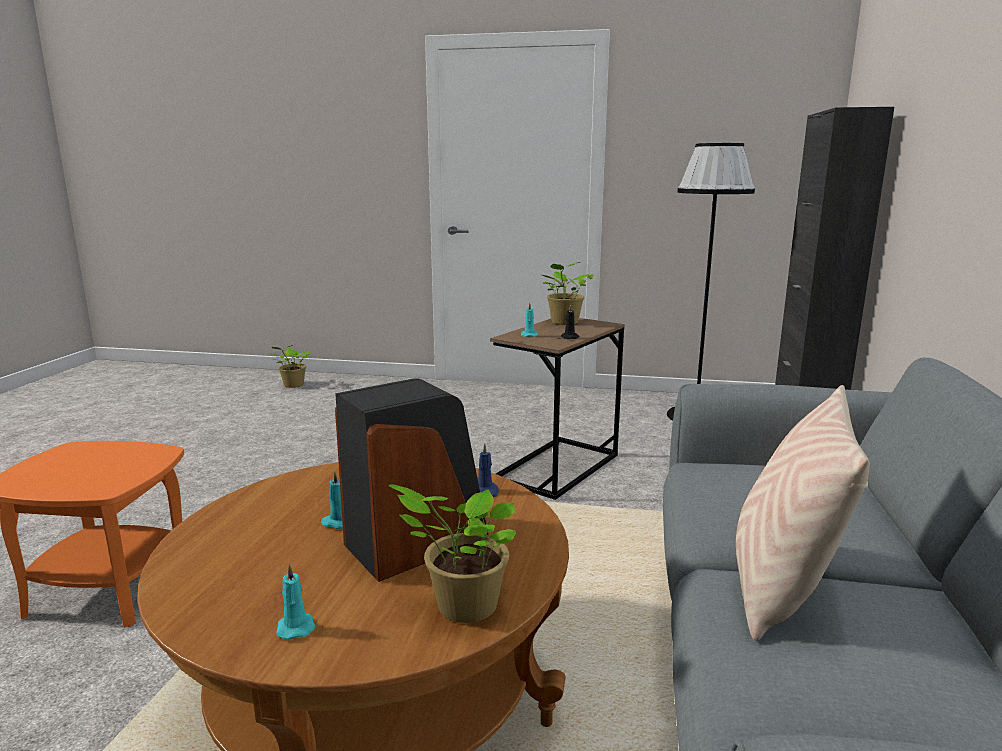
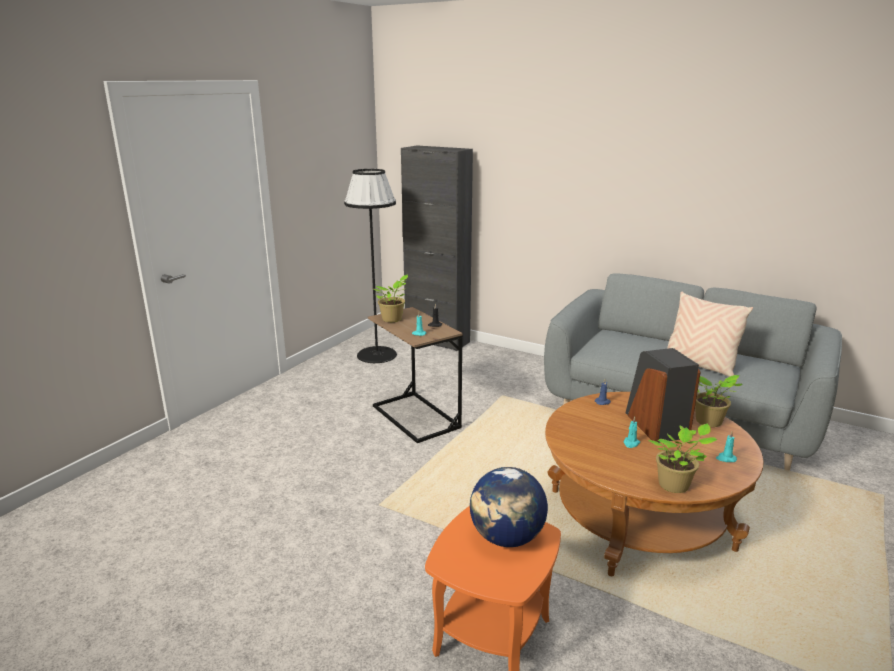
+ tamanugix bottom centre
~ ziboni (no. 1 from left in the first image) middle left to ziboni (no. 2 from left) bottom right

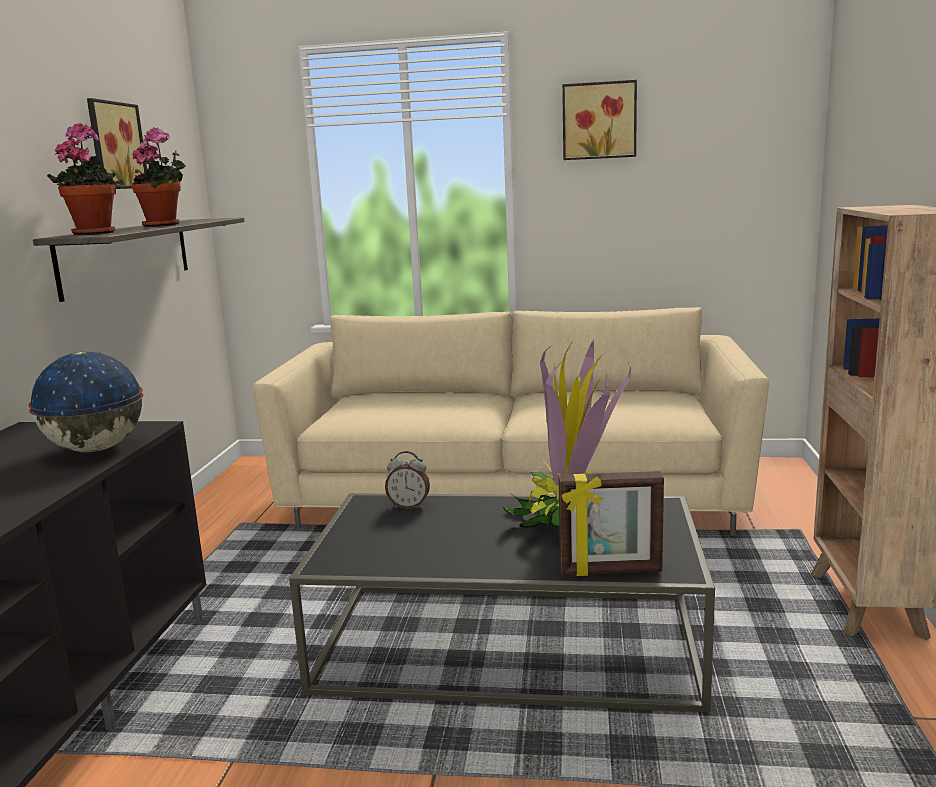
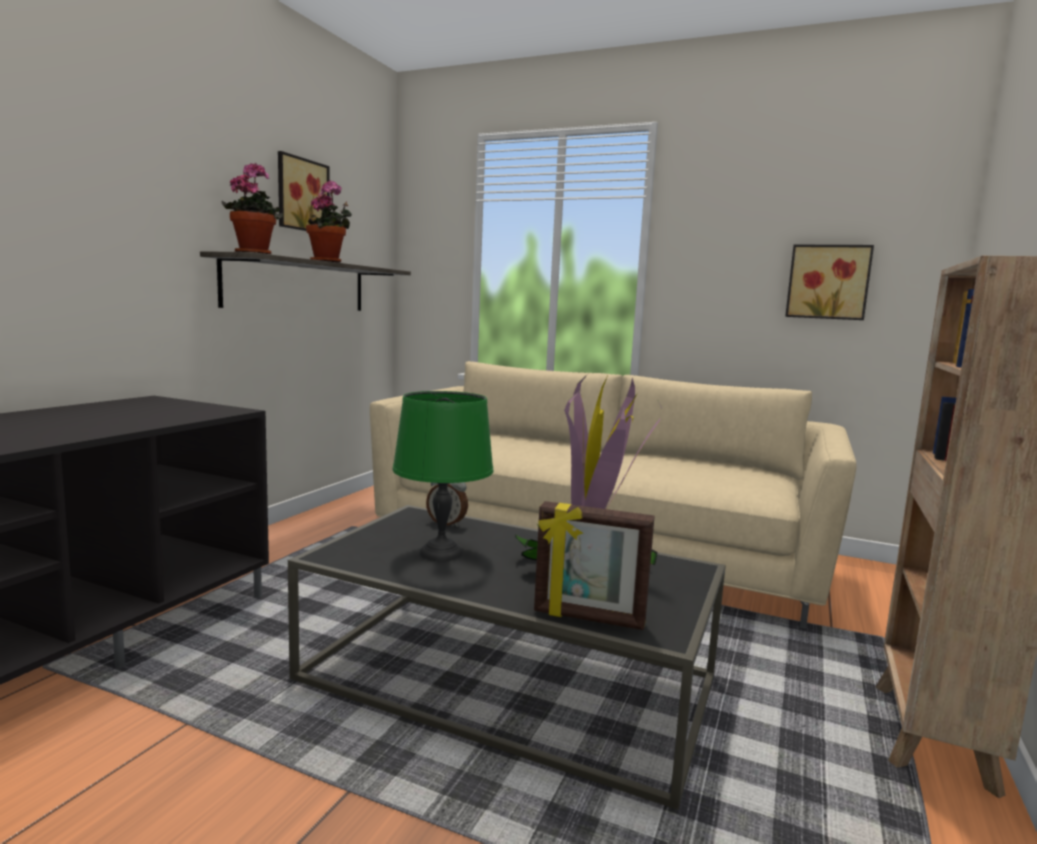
+ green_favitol centre
~ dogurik (no. 2 from left) top centre to middle right
- tamanugix middle left

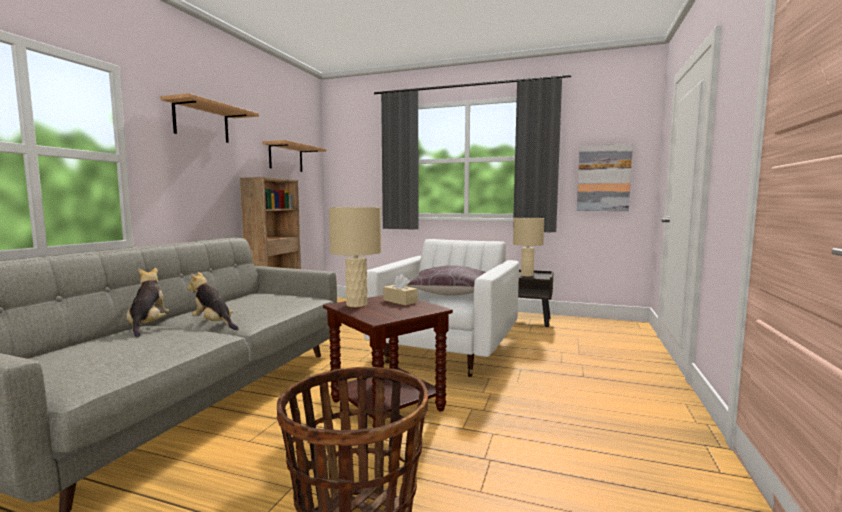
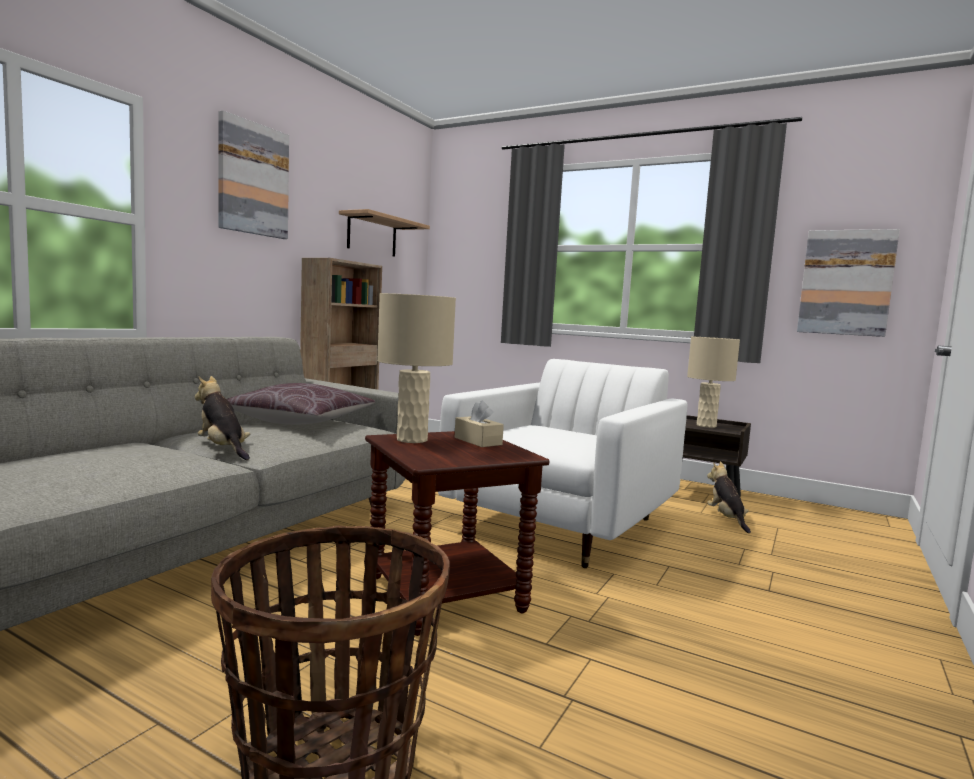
~ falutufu (no. 1 from left) top left to dogurik (no. 1 from left) top left
~ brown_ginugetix centre to middle left
~ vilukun (no. 1 from left in the first image) middle left to vilukun (no. 2 from left) middle right

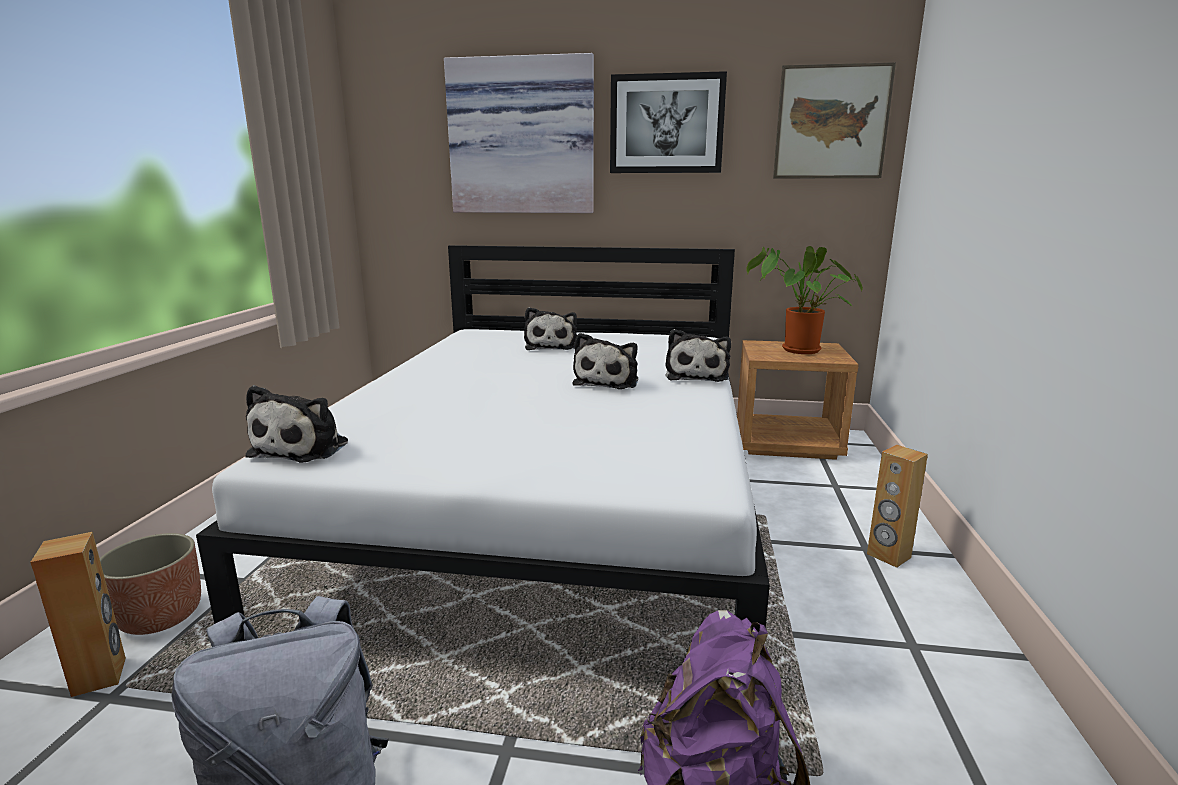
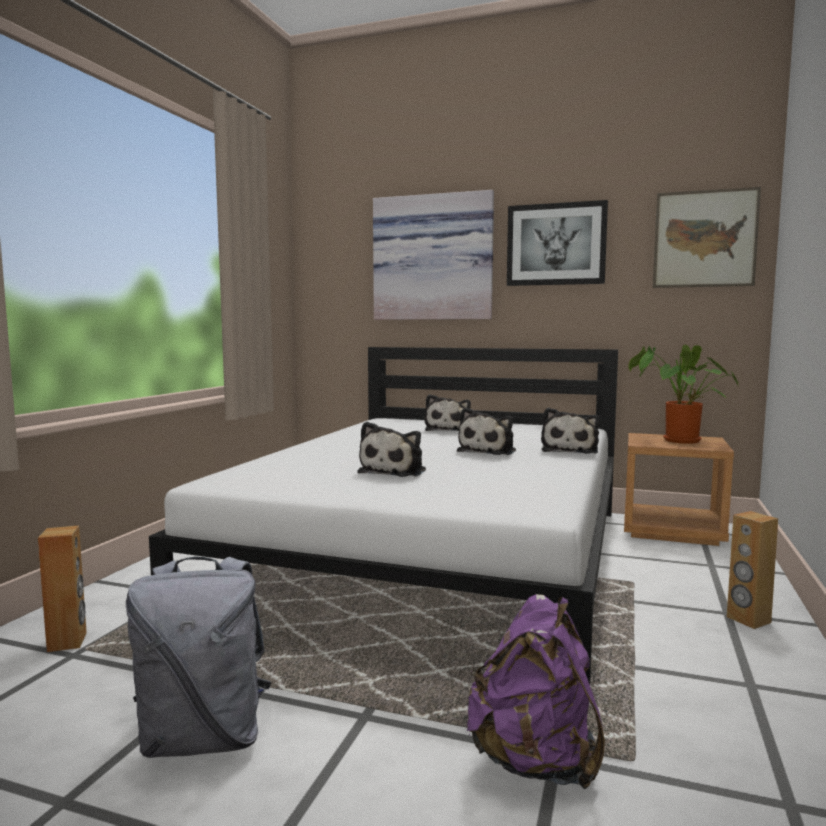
~ vilukun (no. 1 from left) middle left to centre
- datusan bottom left

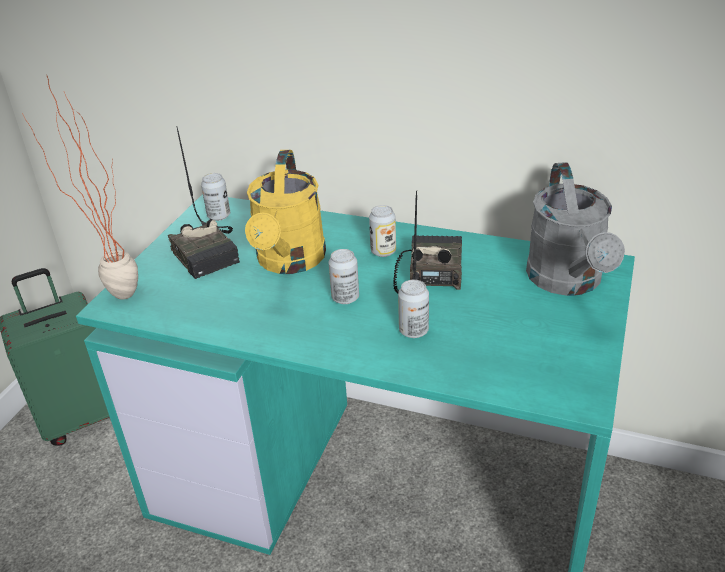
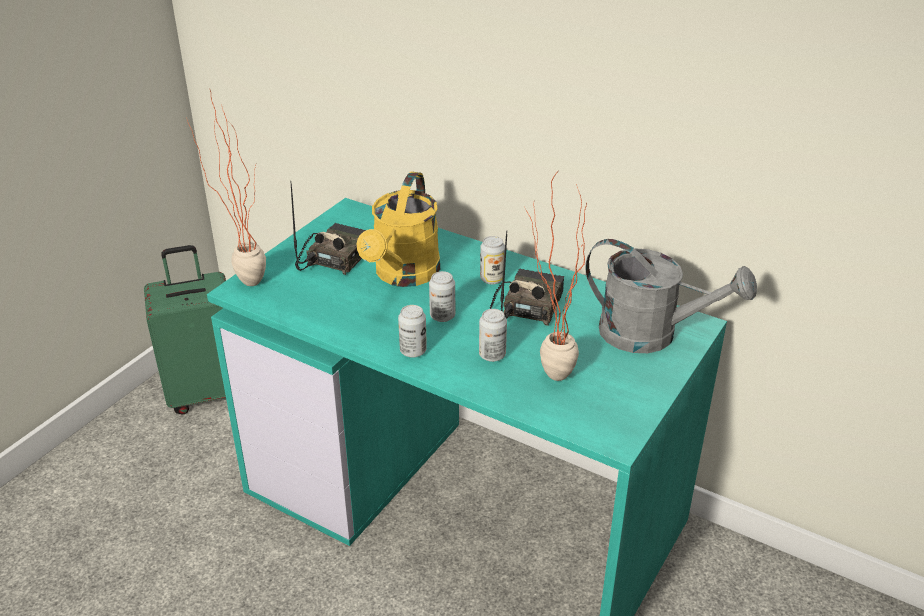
~ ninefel (no. 1 from left) middle left = centre 135 degrees counterclockwise
~ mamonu (no. 1 from left) middle left to centre
+ ziboni (no. 2 from left) centre
~ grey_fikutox middle right = middle right 75 degrees counterclockwise

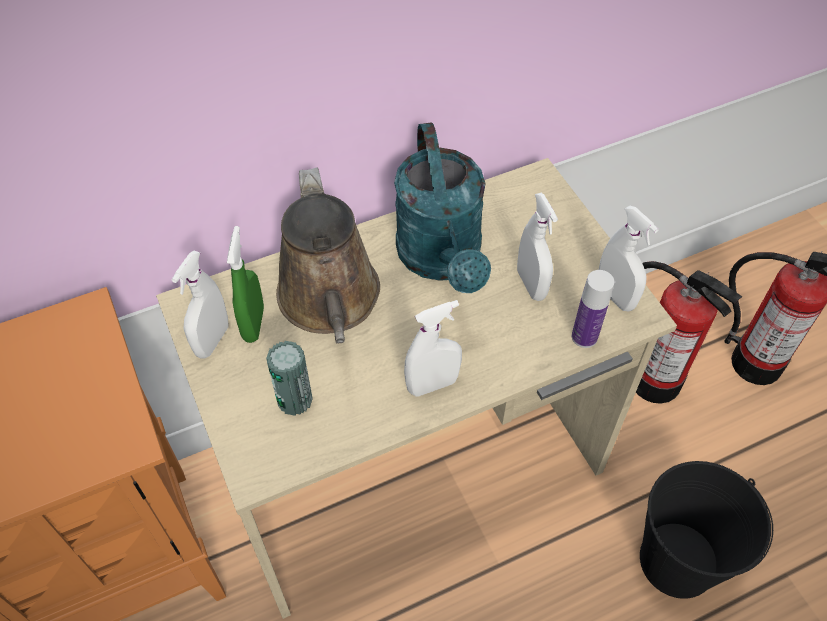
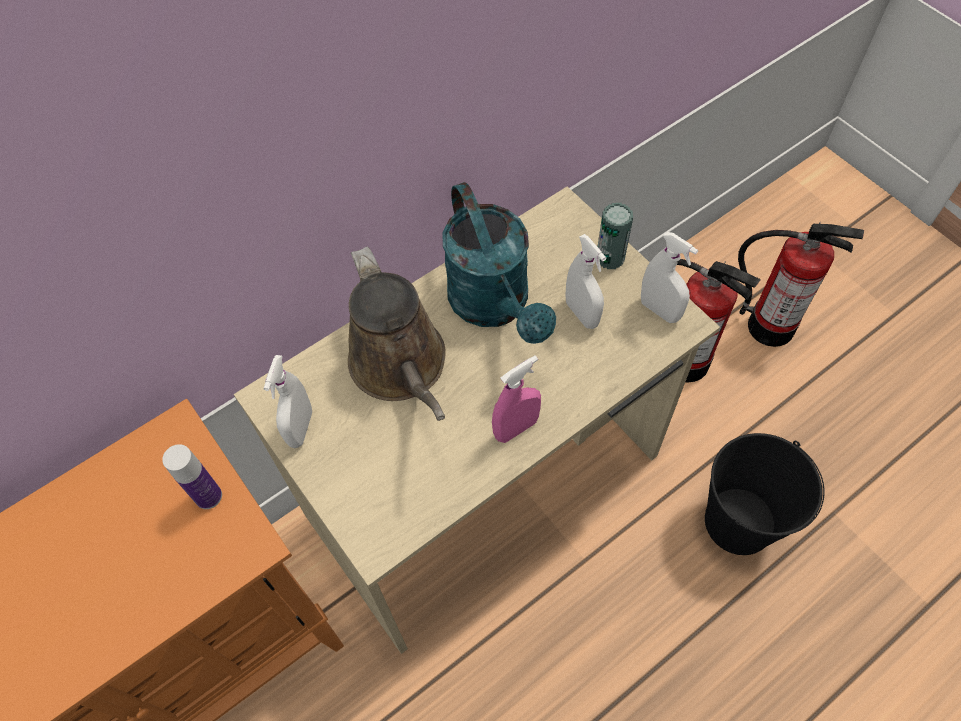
~ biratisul middle right to middle left
~ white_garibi (no. 2 from left) centre to pink_garibi centre
~ mamonu centre to top centre
- green_garibi middle left

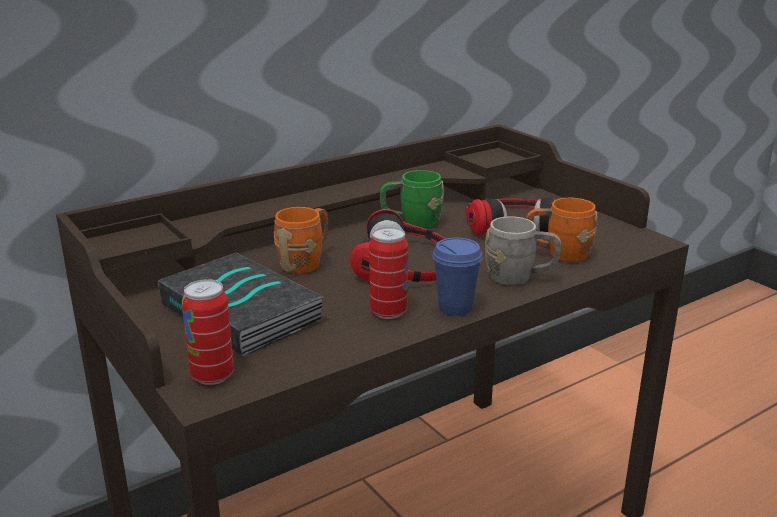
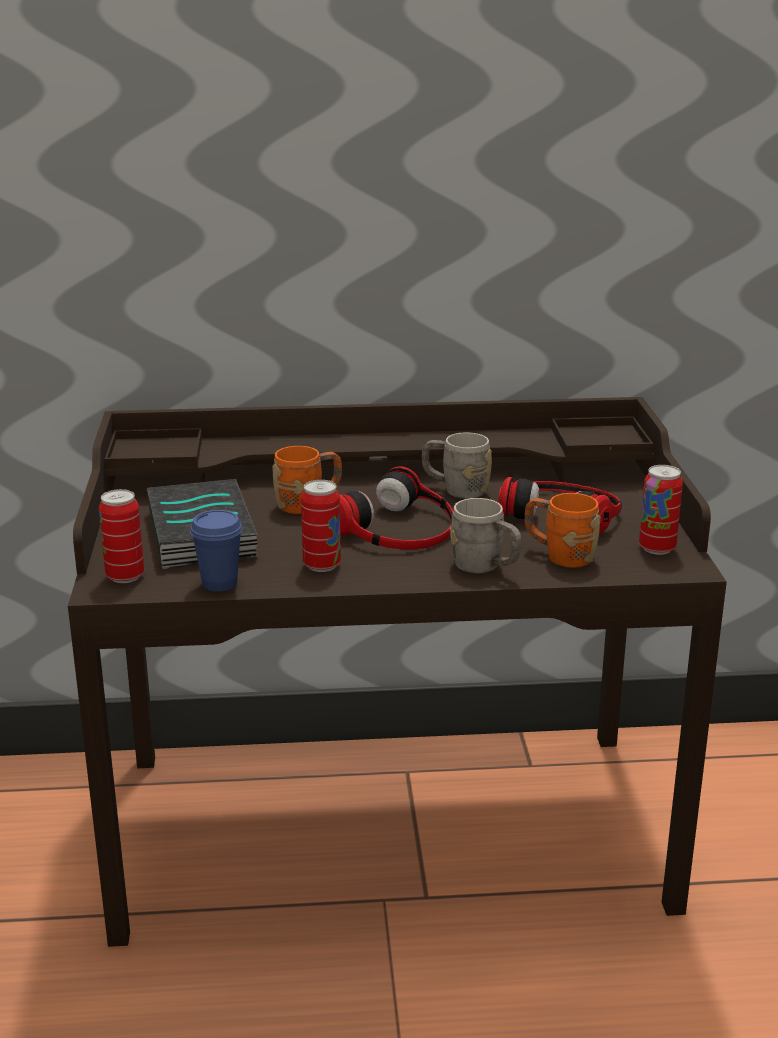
~ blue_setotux centre to middle left
~ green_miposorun centre to grey_miposorun (no. 1 from left) centre
+ mamonu (no. 3 from left) middle right

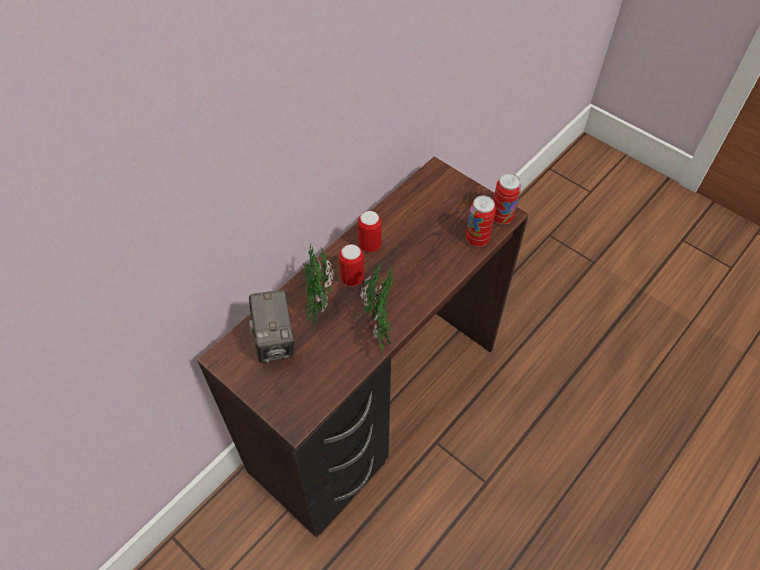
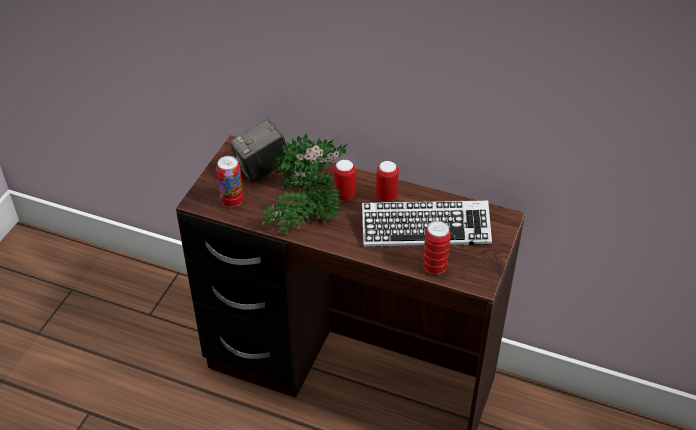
~ mamonu (no. 4 from left in the first image) middle right to mamonu (no. 1 from left) middle left
+ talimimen centre

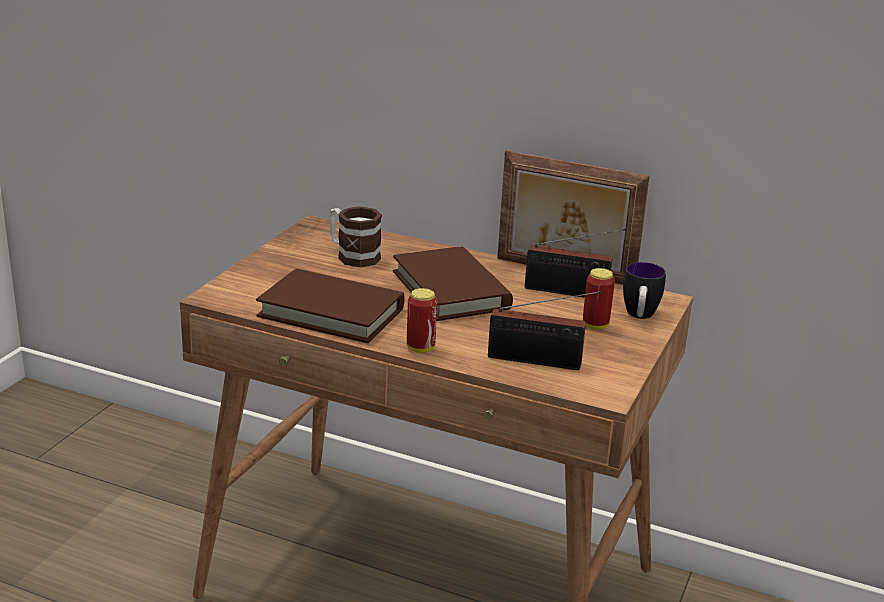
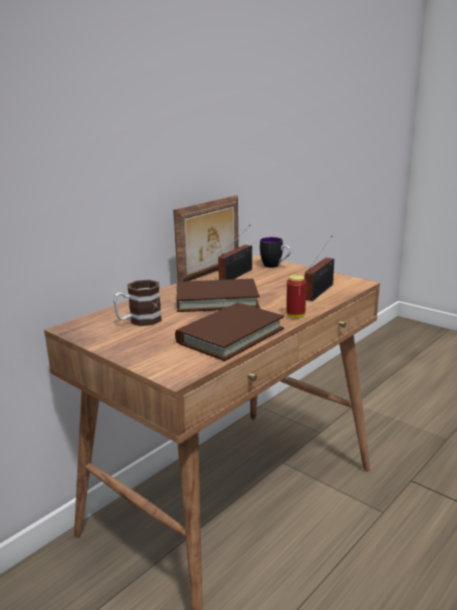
- mamonu (no. 2 from left) middle right

